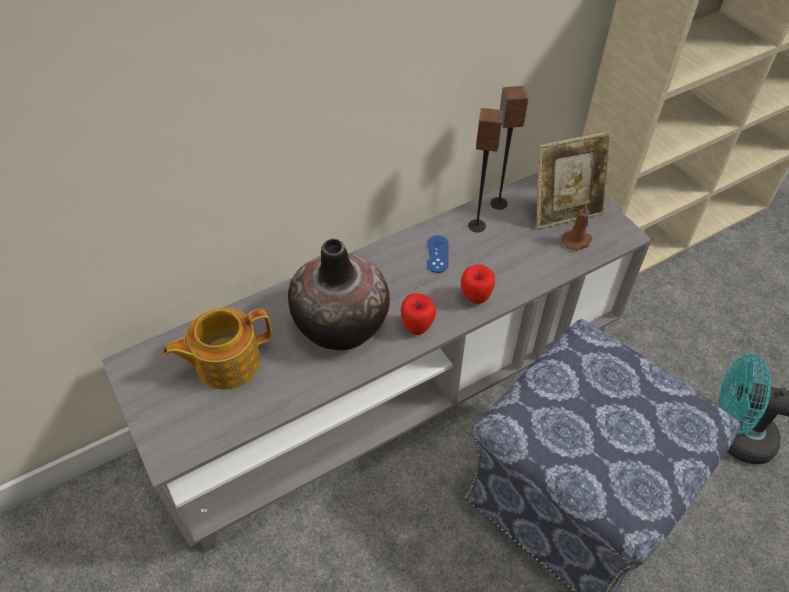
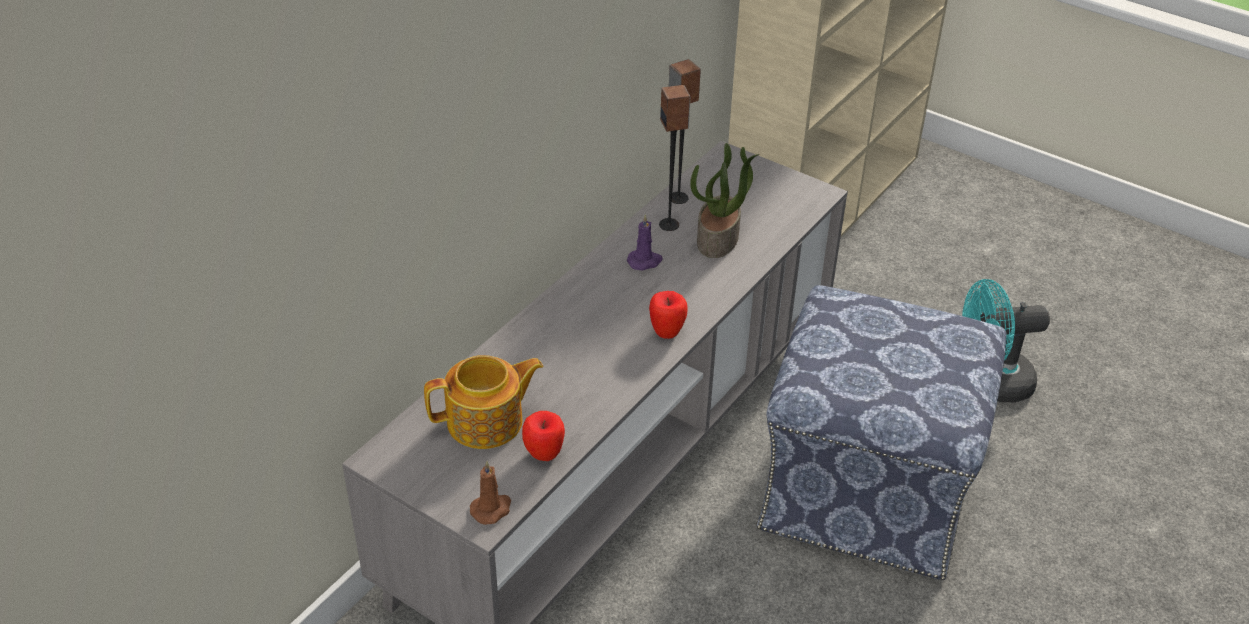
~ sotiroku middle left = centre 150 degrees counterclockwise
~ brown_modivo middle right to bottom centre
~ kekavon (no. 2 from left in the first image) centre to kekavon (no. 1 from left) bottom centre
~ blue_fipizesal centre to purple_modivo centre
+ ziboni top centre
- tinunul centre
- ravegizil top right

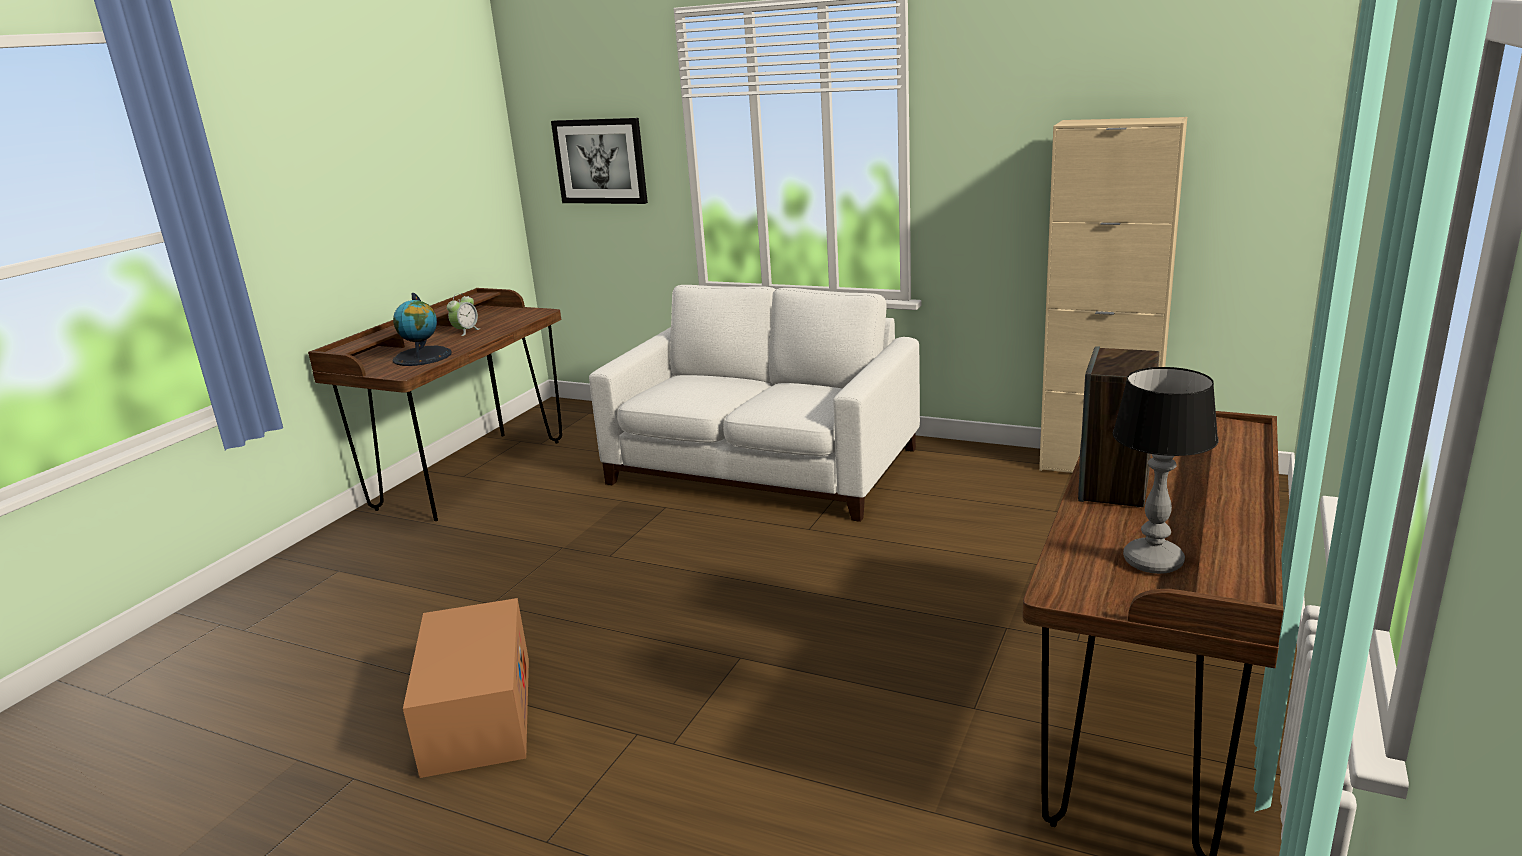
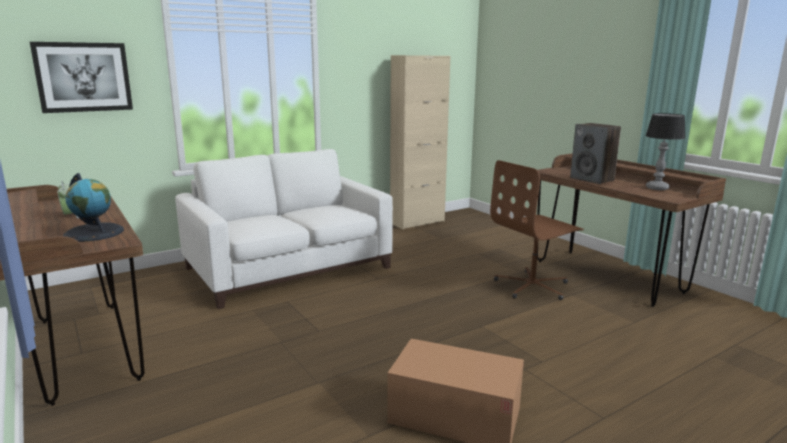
+ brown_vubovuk middle right

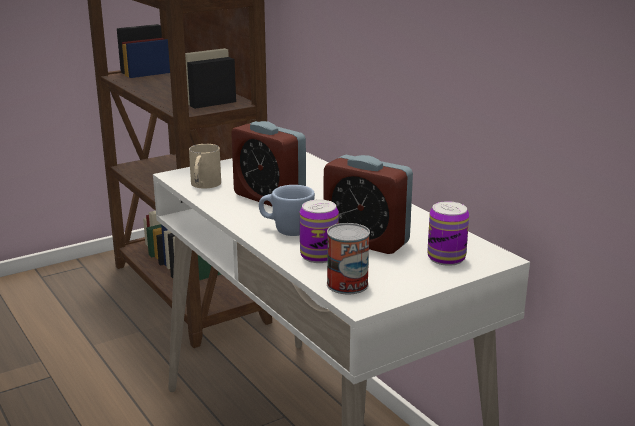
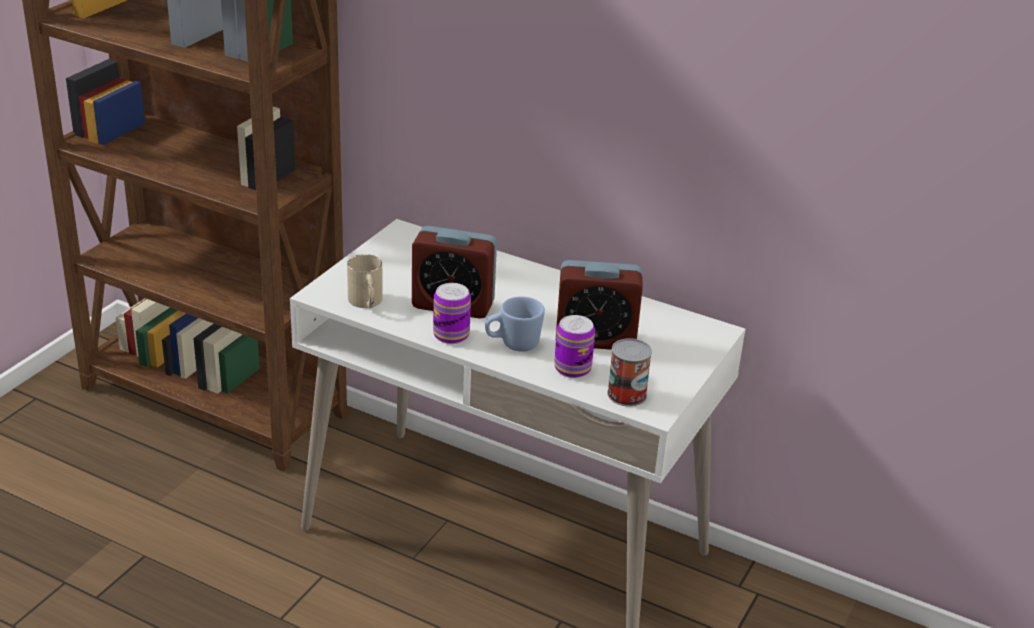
~ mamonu (no. 3 from left in the first image) middle right to mamonu (no. 1 from left) centre

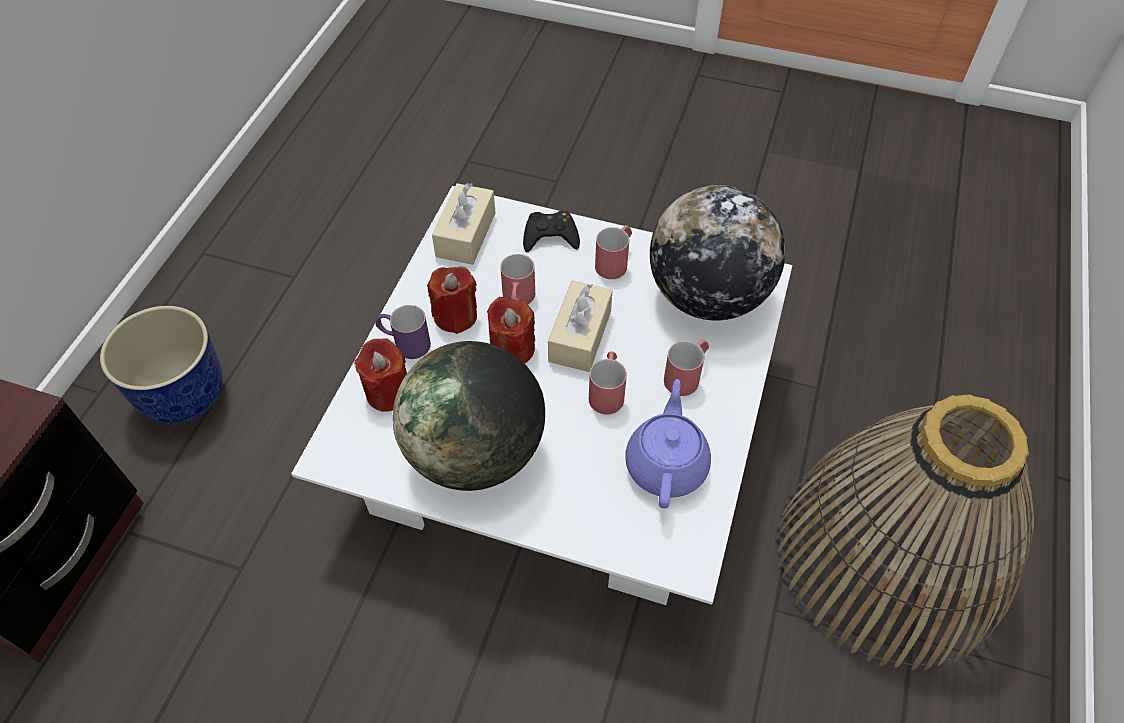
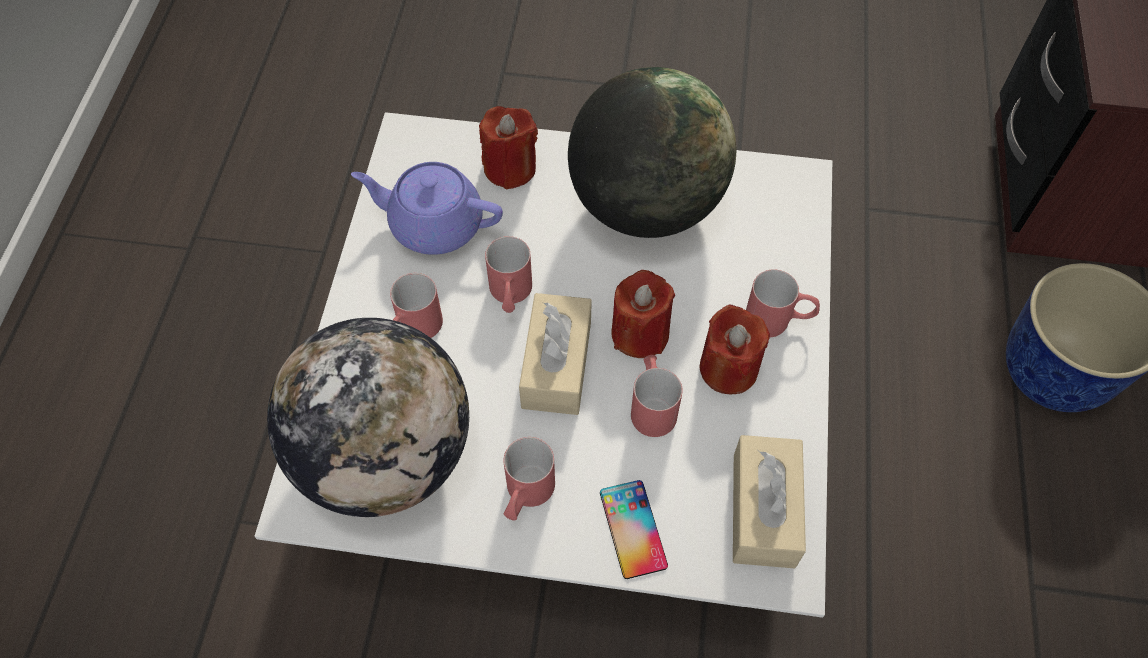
~ purple_sotiroku centre = top centre 105 degrees clockwise
~ red_modivo (no. 1 from left) centre to top centre
~ black_fipizesal top centre to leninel bottom centre
~ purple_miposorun centre to red_miposorun (no. 5 from left) middle right
- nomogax bottom right

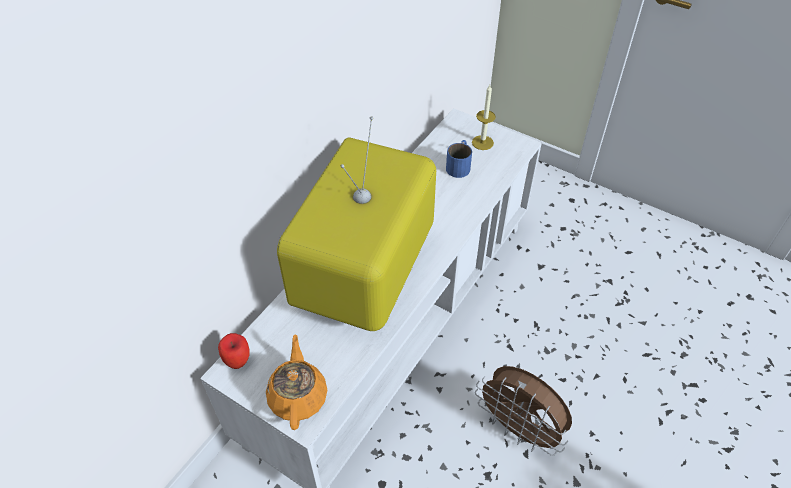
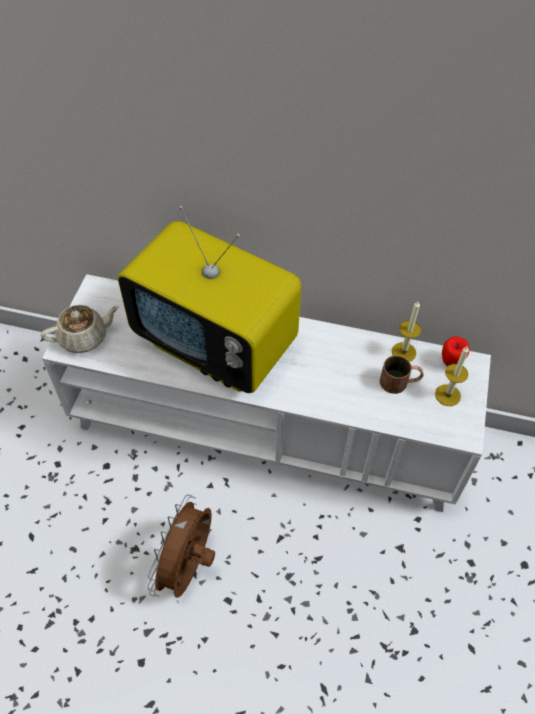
~ orange_sotiroku bottom centre to beige_sotiroku middle left
~ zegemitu centre = centre 150 degrees counterclockwise
~ blue_miposorun top centre to brown_miposorun middle right
+ modivo (no. 1 from left) middle right
~ kekavon bottom left to middle right

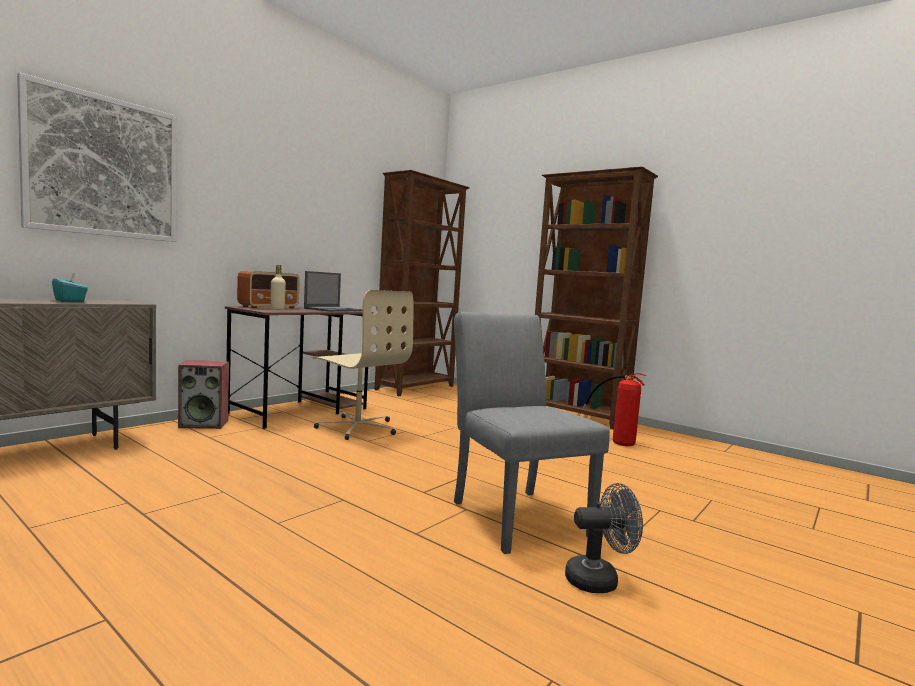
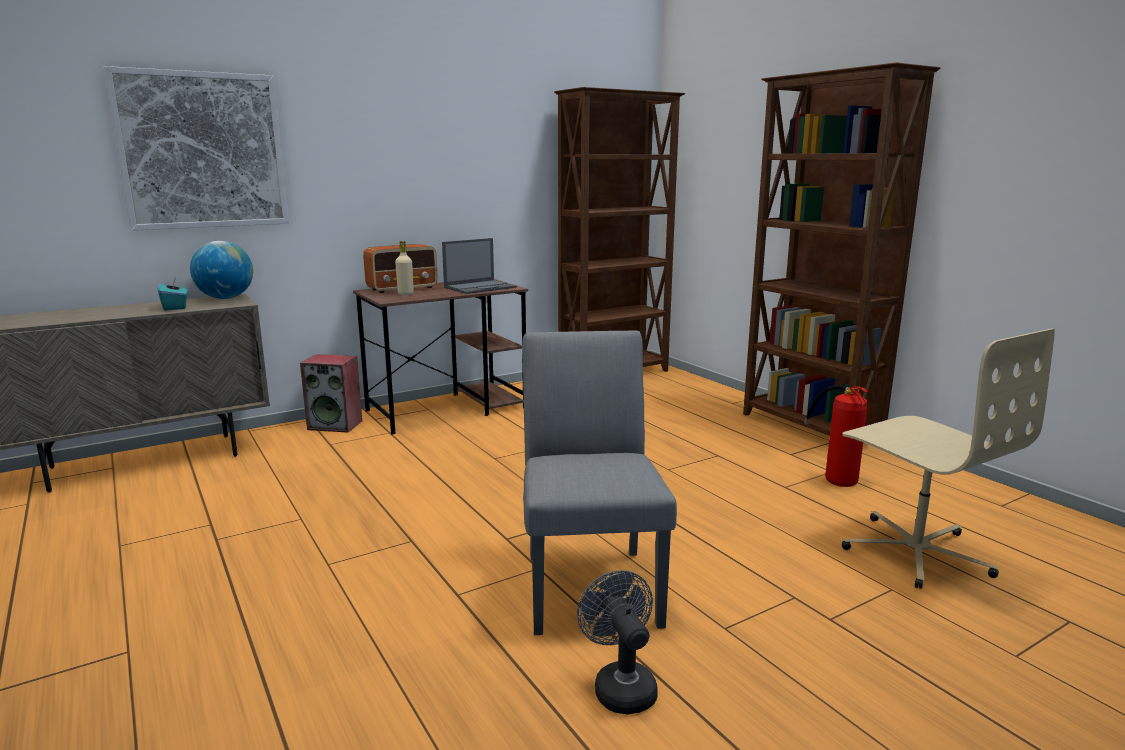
+ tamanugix middle left
~ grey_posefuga bottom centre = bottom centre 120 degrees counterclockwise
~ beige_vubovuk centre to middle right

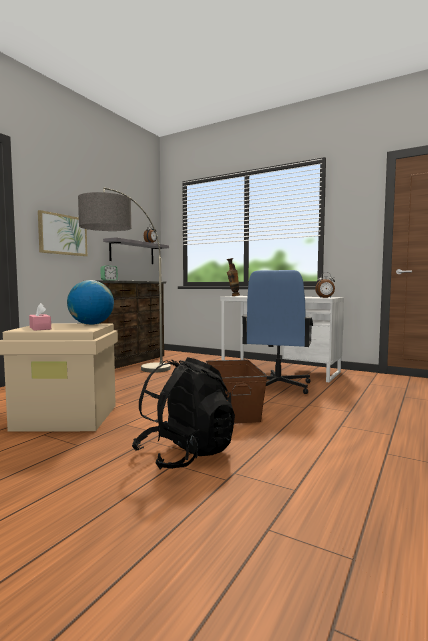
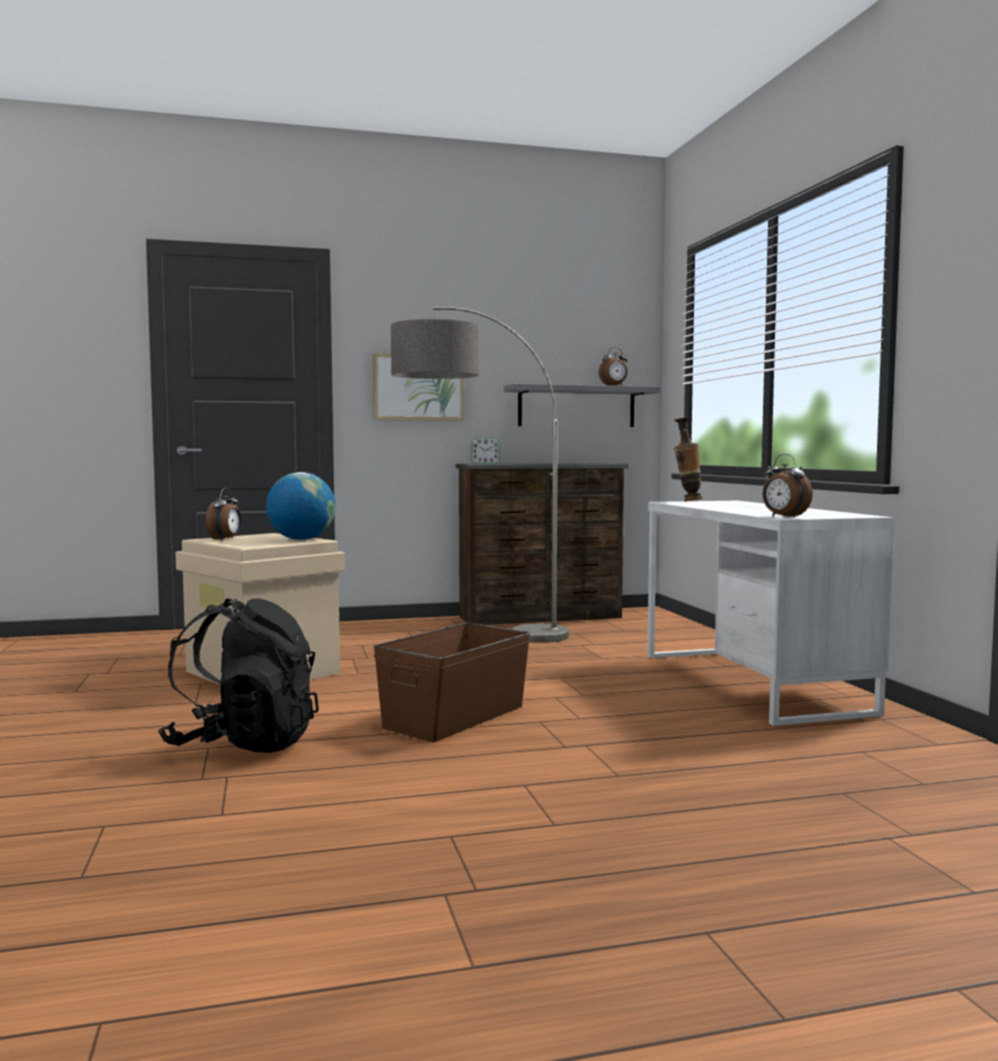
~ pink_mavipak middle left to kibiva (no. 1 from left) middle left
- blue_vubovuk centre

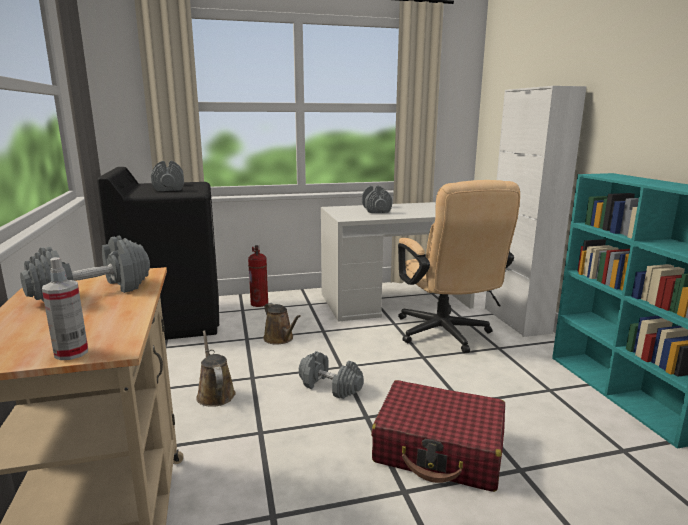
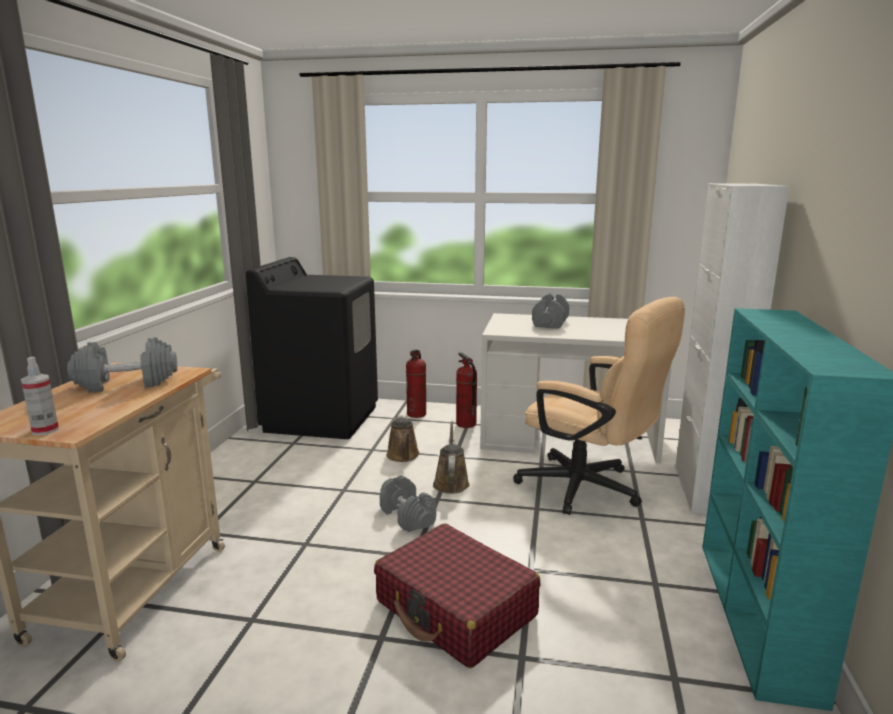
~ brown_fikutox (no. 1 from left in the first image) bottom left to brown_fikutox (no. 2 from left) centre
+ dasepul (no. 2 from left) centre
~ beige_vubovuk middle right = middle right 60 degrees counterclockwise
- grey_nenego (no. 2 from left) middle left

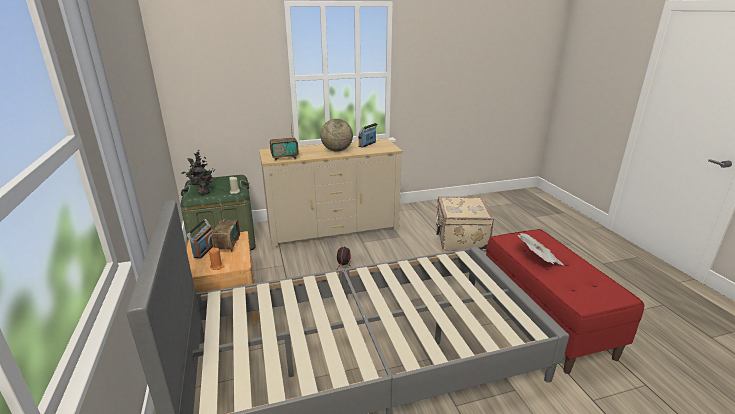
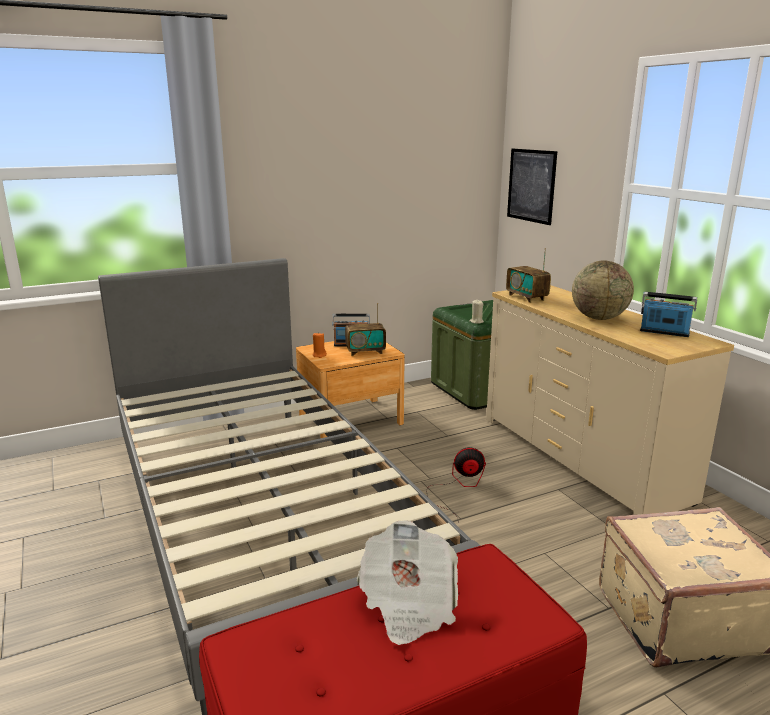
+ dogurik top right
- ziboni middle left

